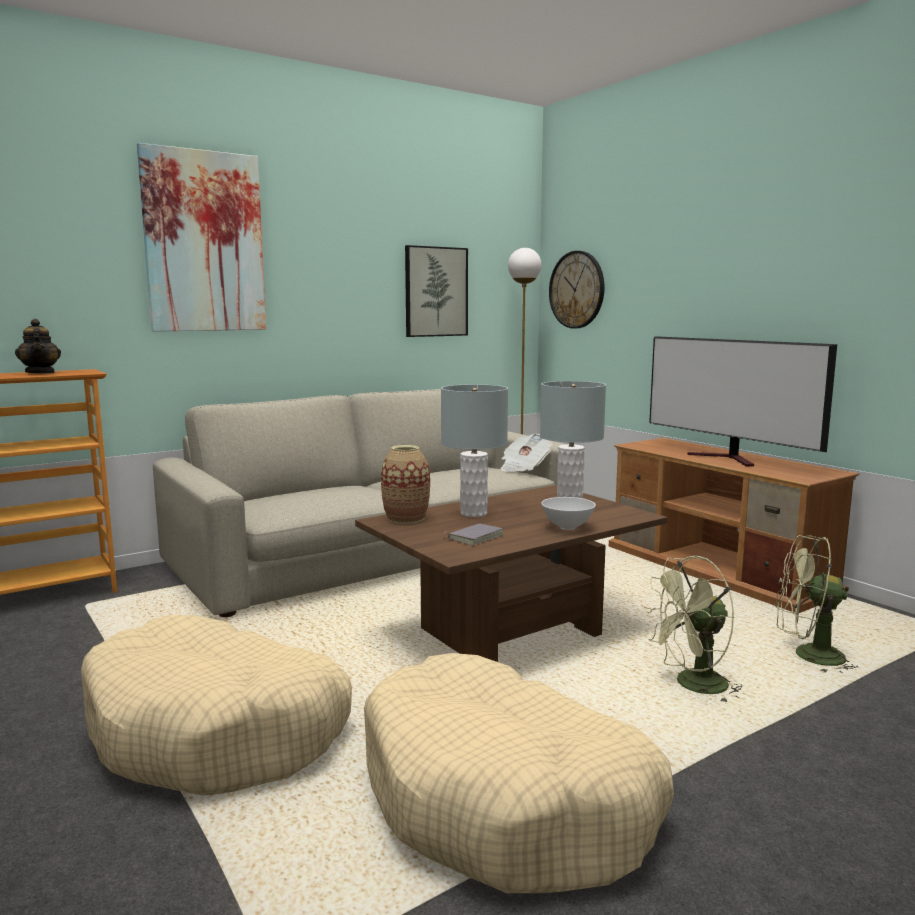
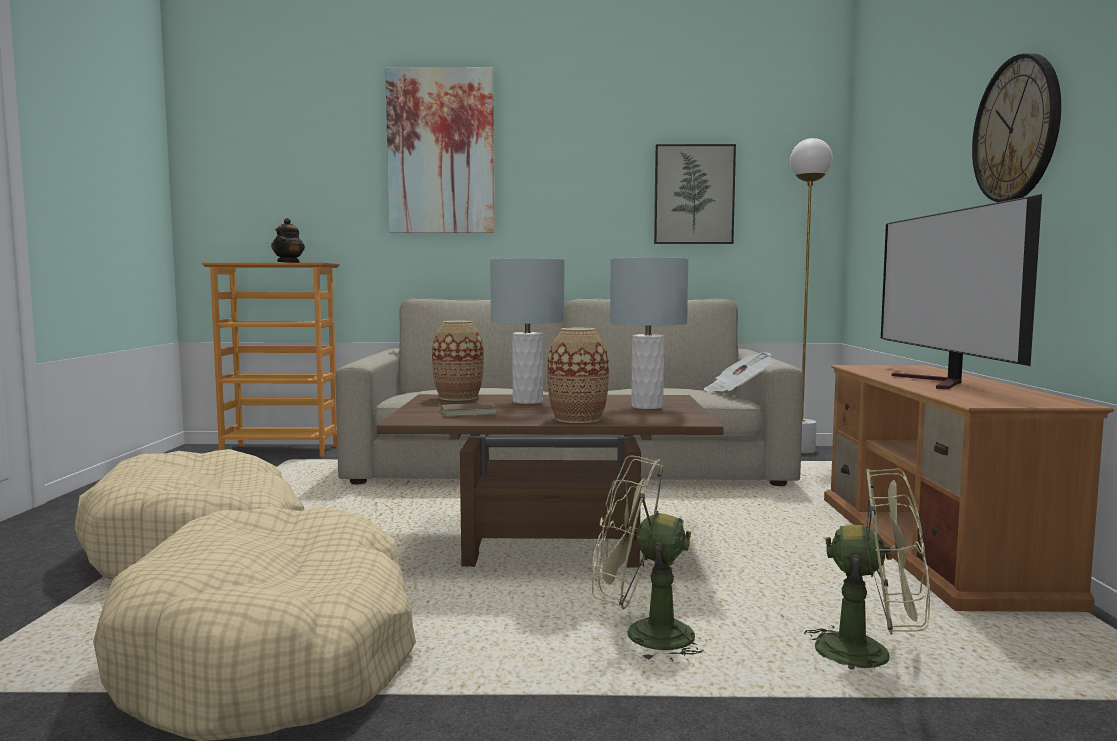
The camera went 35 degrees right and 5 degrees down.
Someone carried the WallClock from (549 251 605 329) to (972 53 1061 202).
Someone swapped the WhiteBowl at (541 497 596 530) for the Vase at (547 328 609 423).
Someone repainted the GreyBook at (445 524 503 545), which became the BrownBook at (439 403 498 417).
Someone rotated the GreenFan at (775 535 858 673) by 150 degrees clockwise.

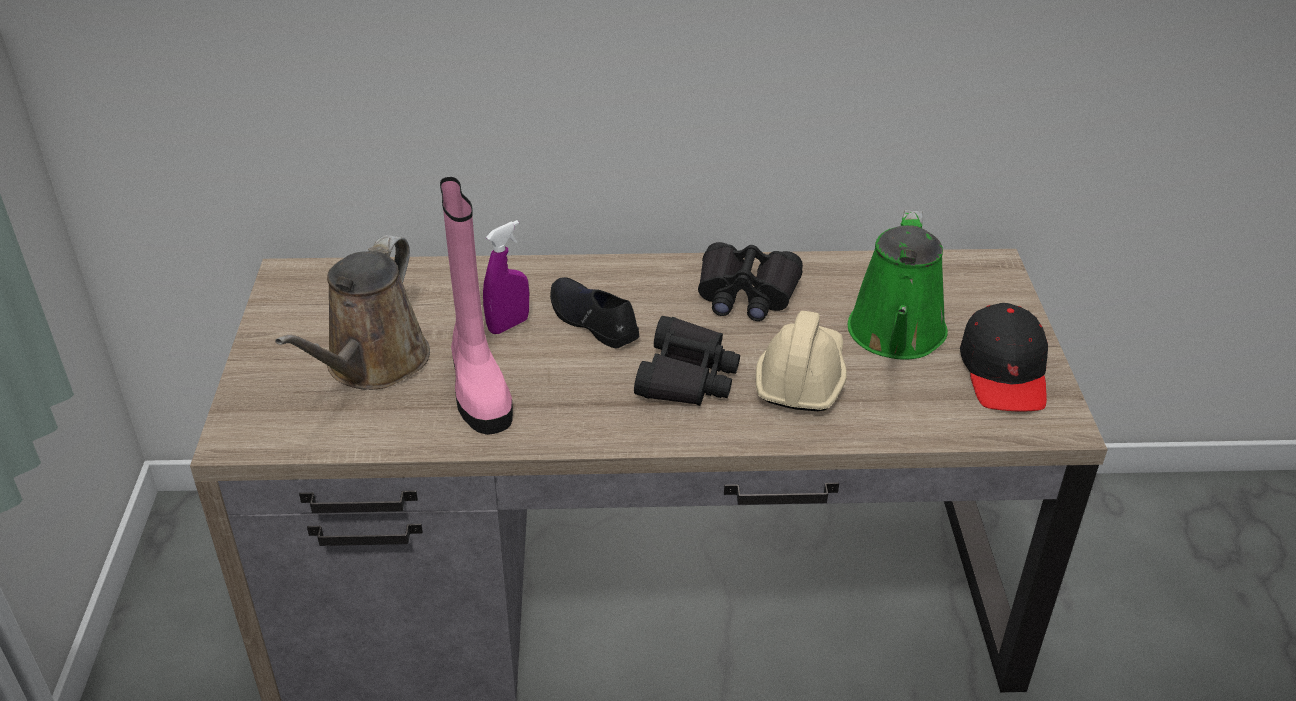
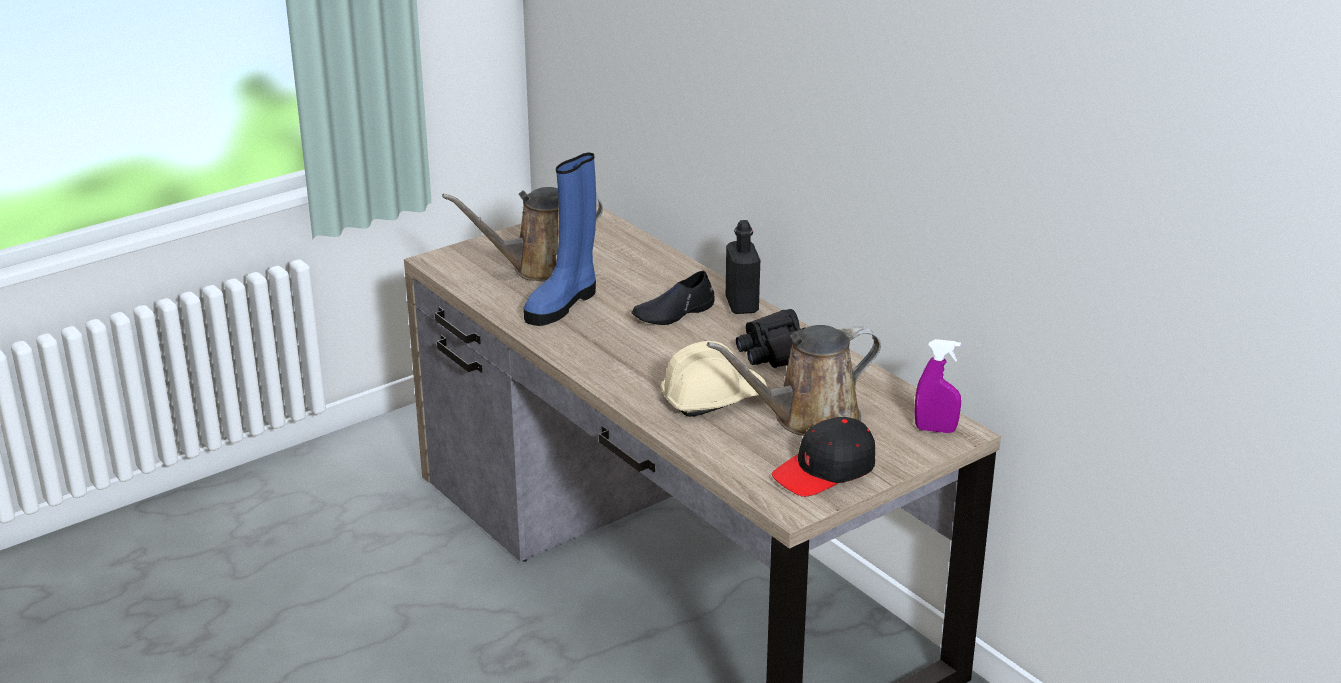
The camera went 55 degrees right and 10 degrees down.
Someone took away the BlackBinoculars at (634 316 740 406).
Someone put down the BlackBottle at (726 220 760 314).
Someone carried the PurpleSprayBottle from (483 220 529 334) to (914 339 961 433).
Someone repainted the PinkBoot at (440 177 513 435), which became the BlueBoot at (524 153 596 326).
Someone repainted the GreenWateringCan at (848 210 948 360), which became the BrownWateringCan at (707 325 881 435).
Someone rotated the BlackShoe at (550 277 639 348) by 135 degrees counterclockwise.

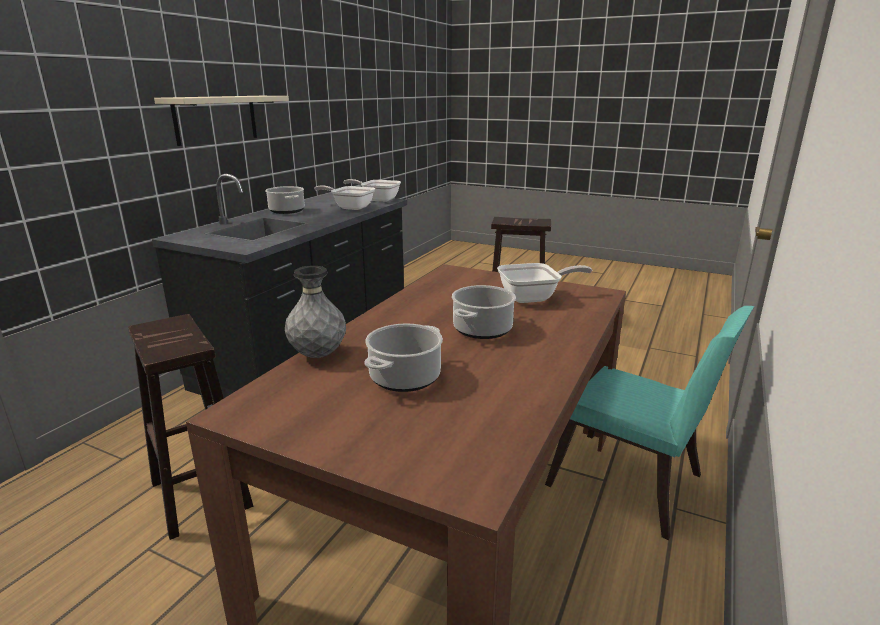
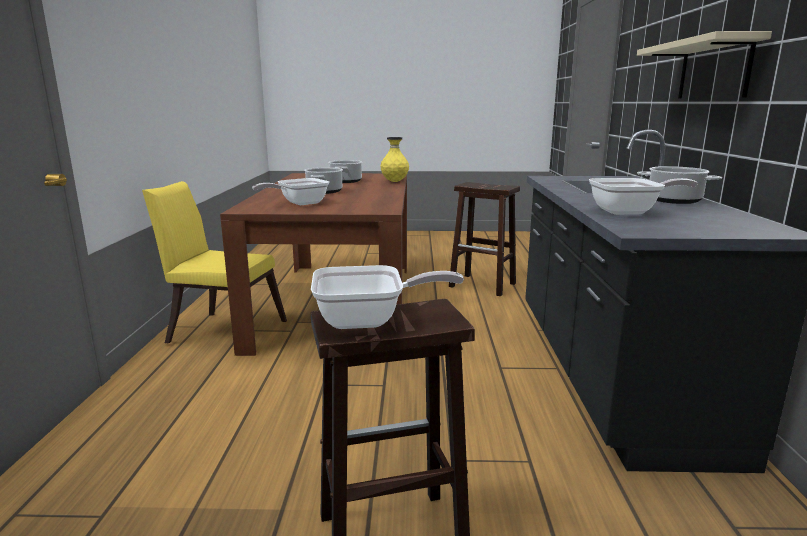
The camera went 155 degrees right and 5 degrees down.
Someone carried the FryingPan from (343 179 401 202) to (311 265 464 329).
Someone repainted the GreyVase at (285 266 346 358), which became the YellowVase at (381 137 409 182).
Someone repainted the TurquoiseChair at (545 306 754 540), which became the YellowChair at (142 181 287 344).

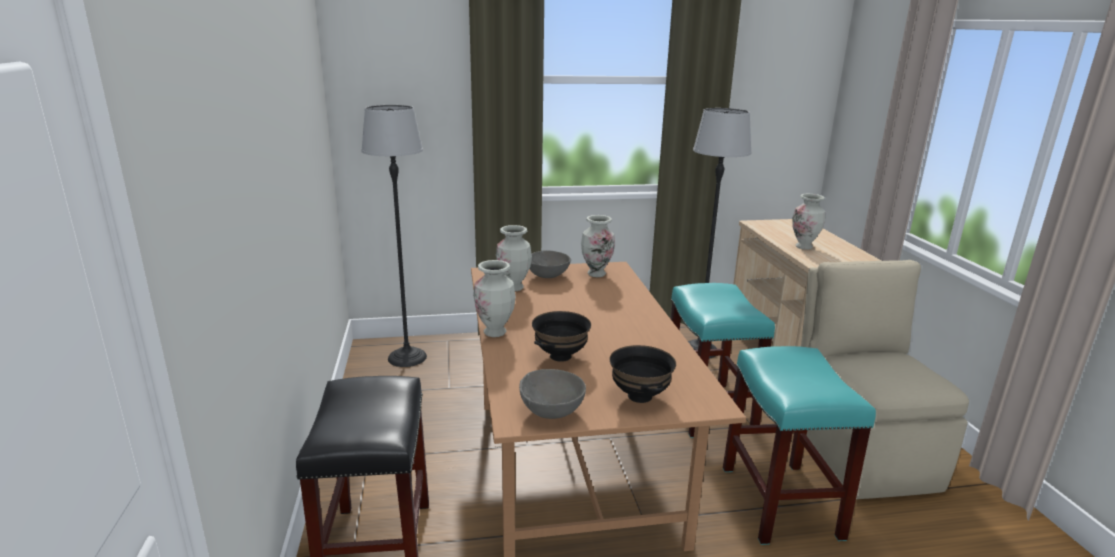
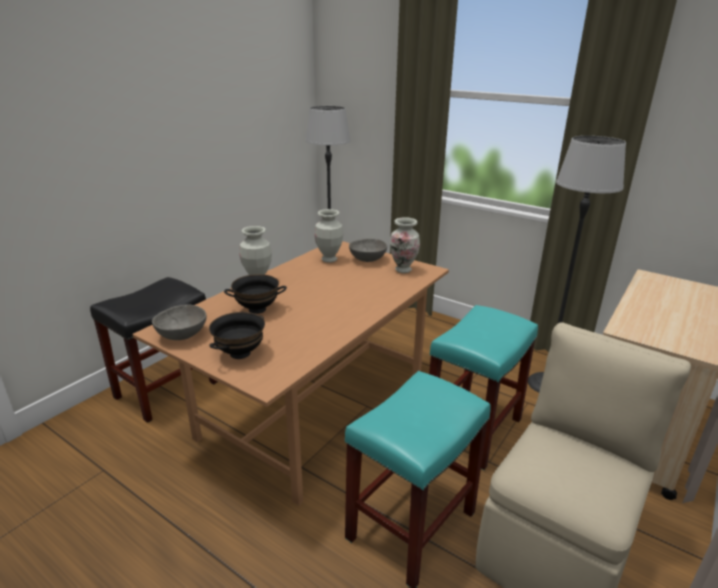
The camera went 45 degrees right and 5 degrees up.
Someone took away the Vase at (792 194 825 250).

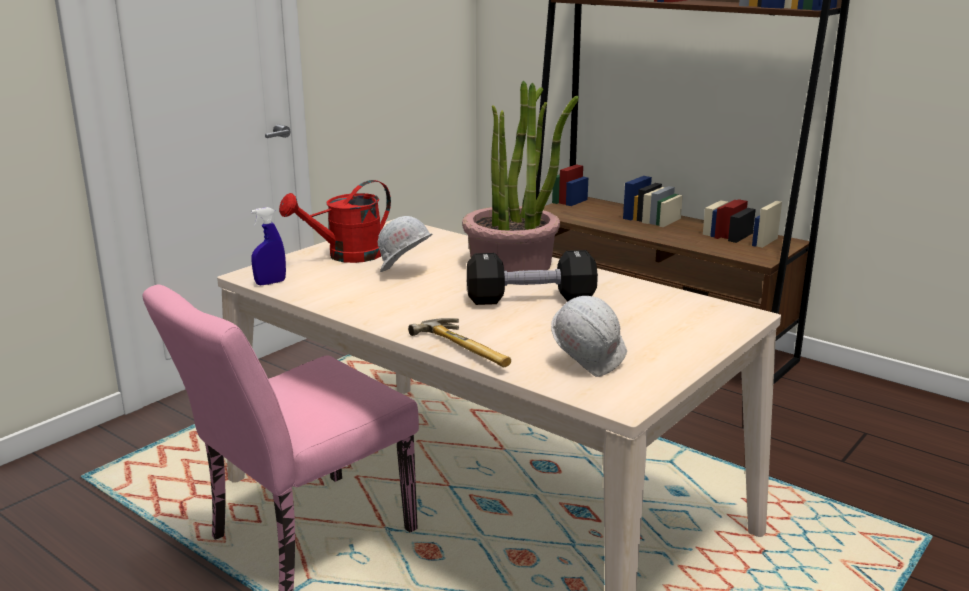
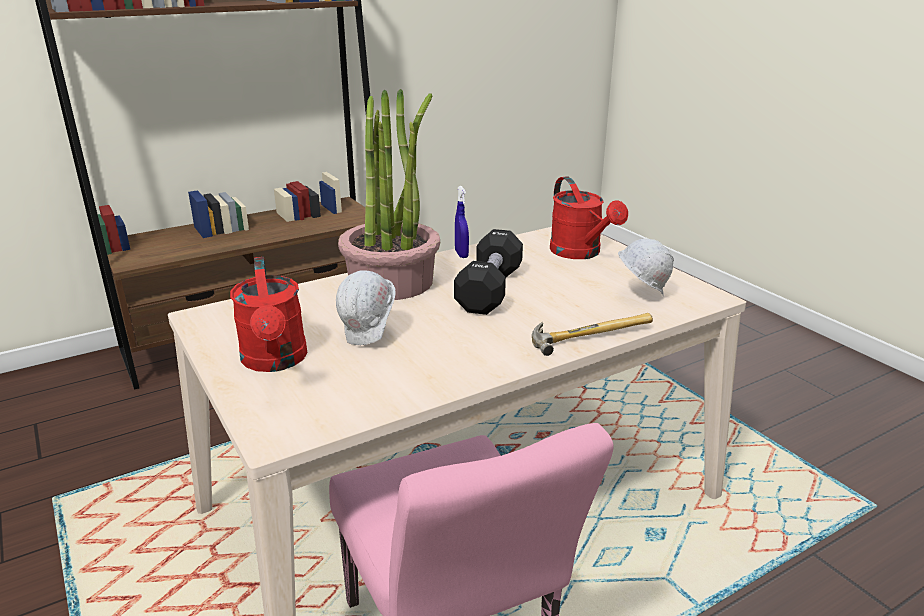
The camera went 70 degrees left and 5 degrees up.
Someone put down the RedWateringCan at (550 176 628 259).
Someone carried the BlueSprayBottle from (251 207 286 285) to (455 186 469 258).

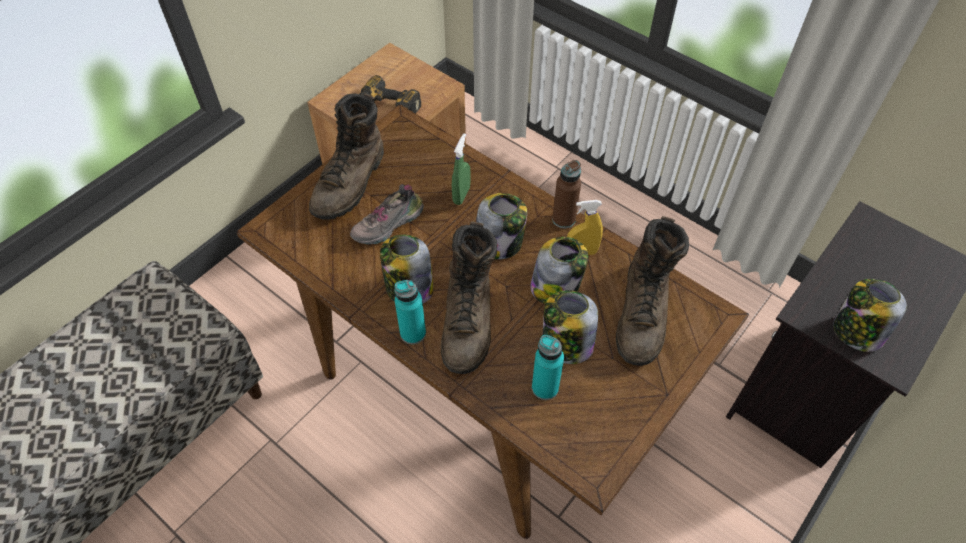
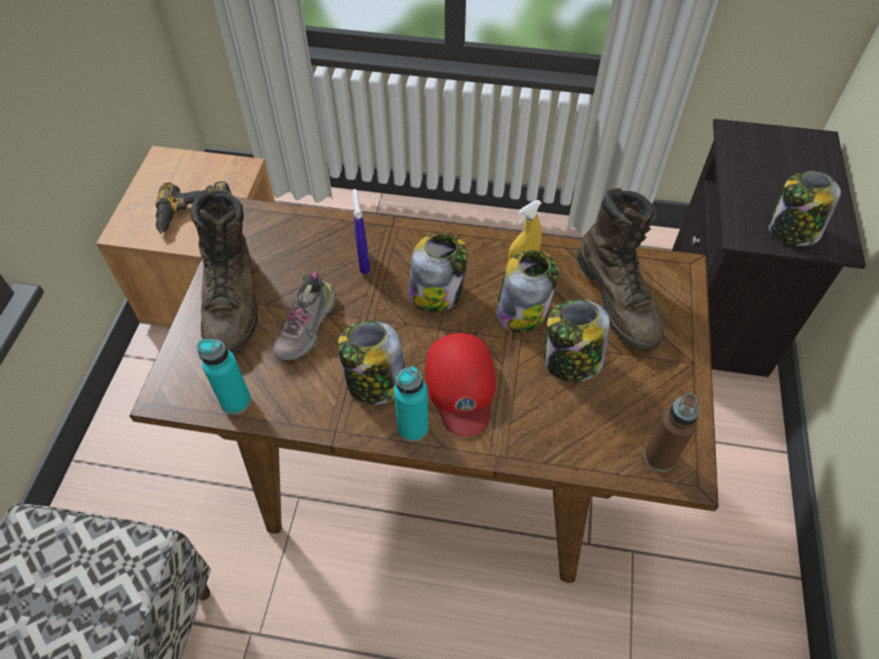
The camera went 30 degrees left and 0 degrees up.
Someone carried the TurquoiseBottle from (532 335 564 400) to (197 339 251 414).
Someone carried the BrownBottle from (552 160 581 229) to (644 392 700 472).
Someone swapped the BrownBoot at (441 221 497 374) for the RedCap at (425 333 496 437).
Someone repainted the GreenSprayBottle at (452 133 471 205), which became the BlueSprayBottle at (353 189 371 274).

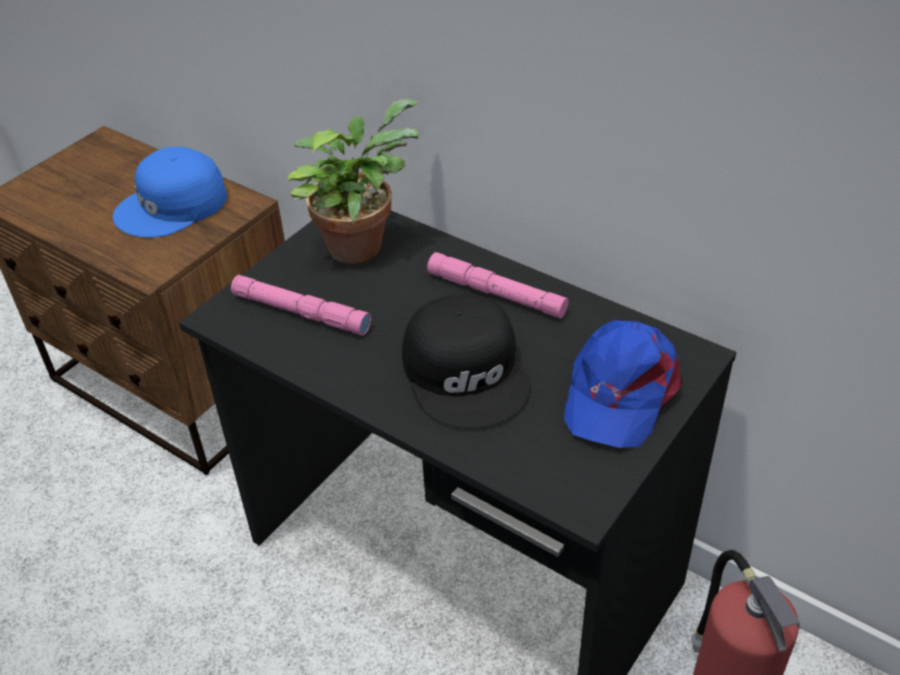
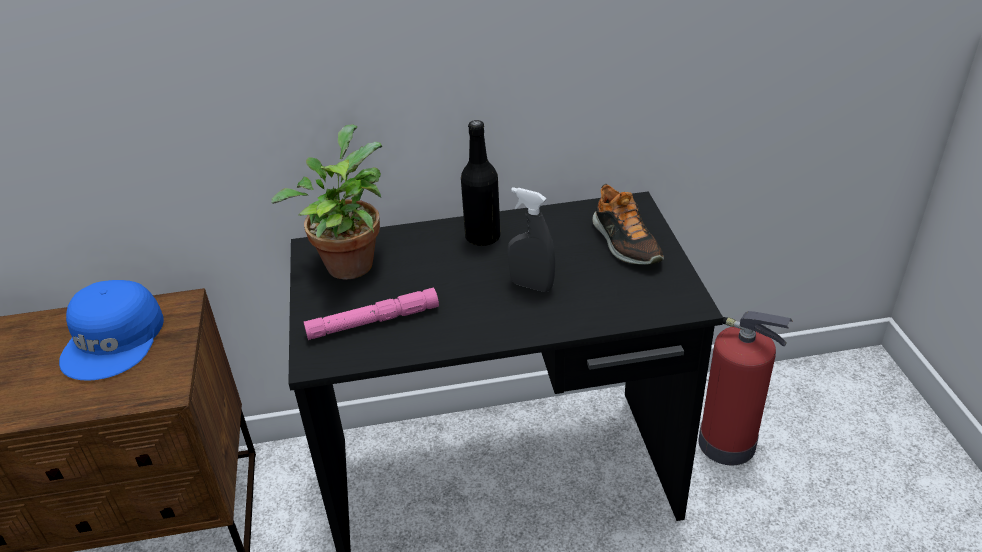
The camera went 45 degrees left and 5 degrees down.
Someone swapped the BlackCap at (402 294 531 429) for the GreySprayBottle at (508 187 555 292).
Someone swapped the PinkFlashlight at (427 252 568 318) for the BlackBottle at (461 120 501 246).
Someone swapped the BlueCap at (564 320 681 448) for the Shoe at (592 184 664 265).

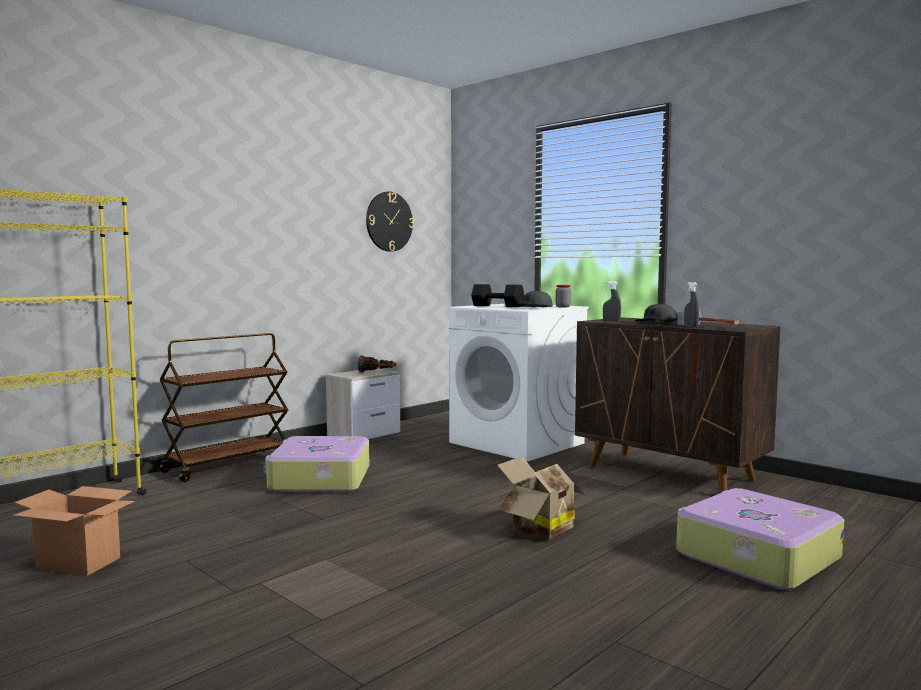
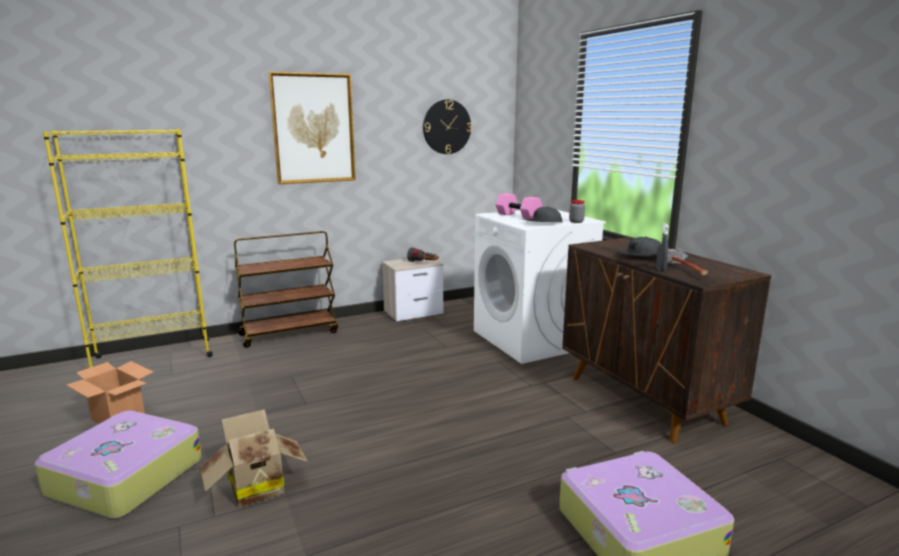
The camera went 20 degrees right and 10 degrees up.
Someone took away the GreySprayBottle at (603 281 621 322).
Someone put up the Picture at (268 72 356 184).
Someone carried the Suitcase from (264 436 369 492) to (35 410 202 519).
Someone carried the CardboardBox from (497 456 586 540) to (200 409 308 508).
Someone repainted the BlackDumbbell at (471 284 524 307), which became the PinkDumbbell at (496 193 543 220).

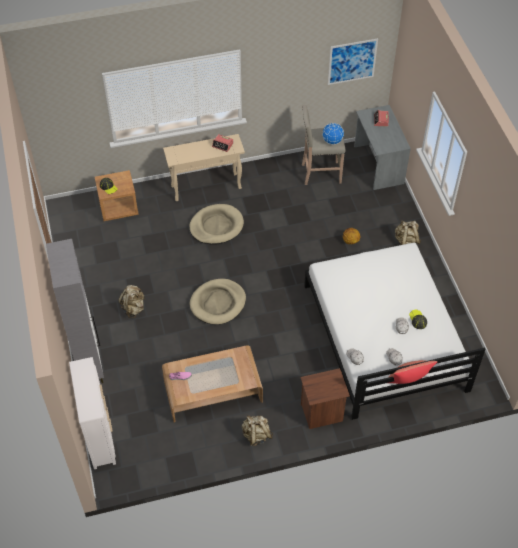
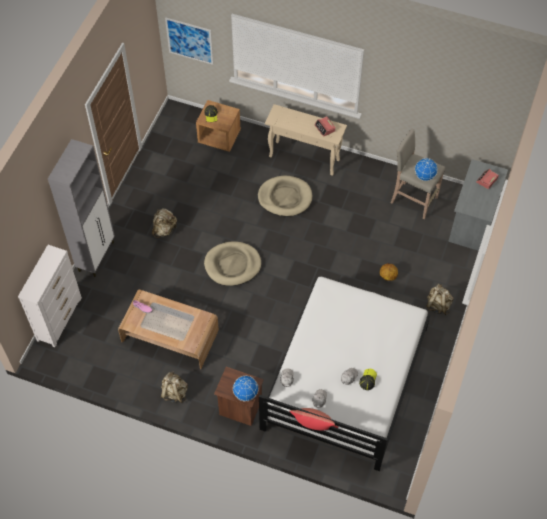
The camera went 35 degrees right and 5 degrees up.
Someone put down the Globe at (233 376 259 402).
Someone carried the Picture from (328 38 378 85) to (165 17 214 65).

